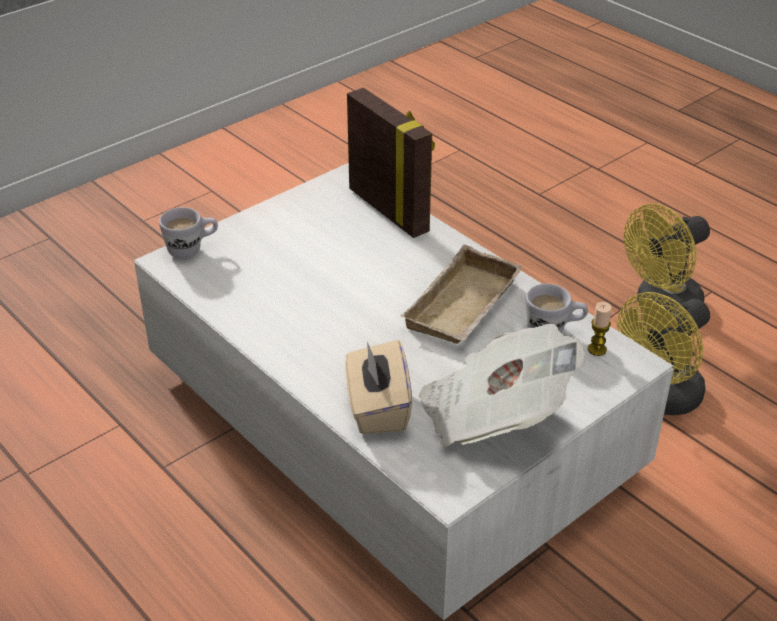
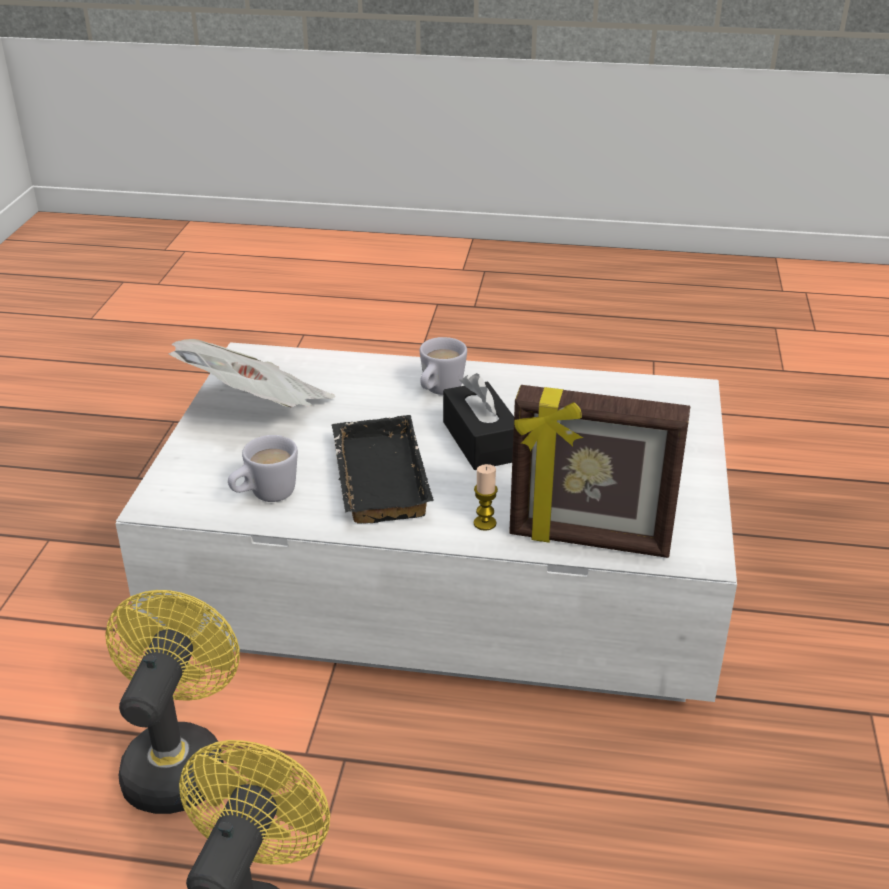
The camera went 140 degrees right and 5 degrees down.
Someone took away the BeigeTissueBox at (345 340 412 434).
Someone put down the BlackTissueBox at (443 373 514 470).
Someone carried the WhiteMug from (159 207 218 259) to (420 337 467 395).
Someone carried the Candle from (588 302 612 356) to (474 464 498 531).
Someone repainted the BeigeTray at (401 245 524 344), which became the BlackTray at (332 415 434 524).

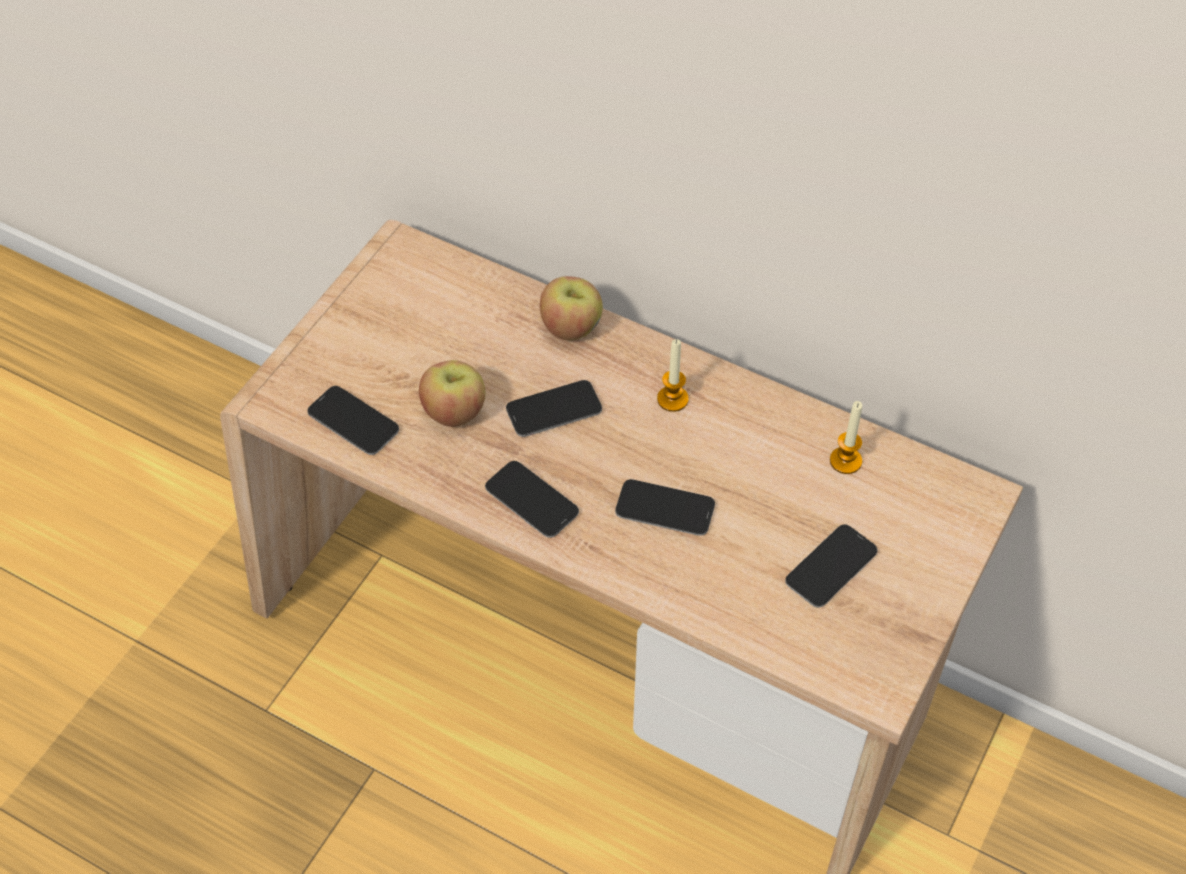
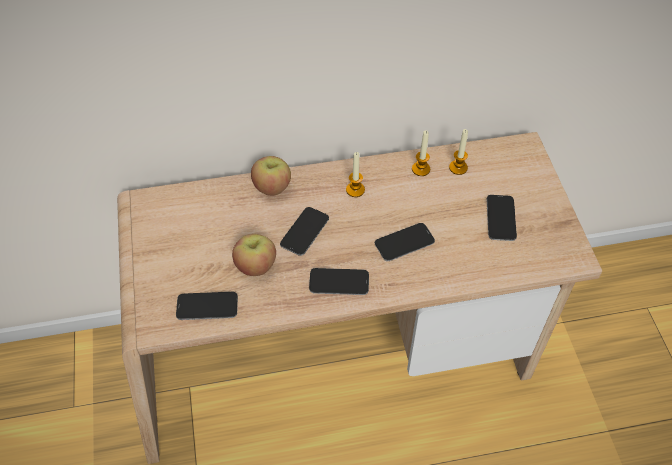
The camera went 40 degrees left and 0 degrees up.
Someone put down the Candle at (412 131 430 176).

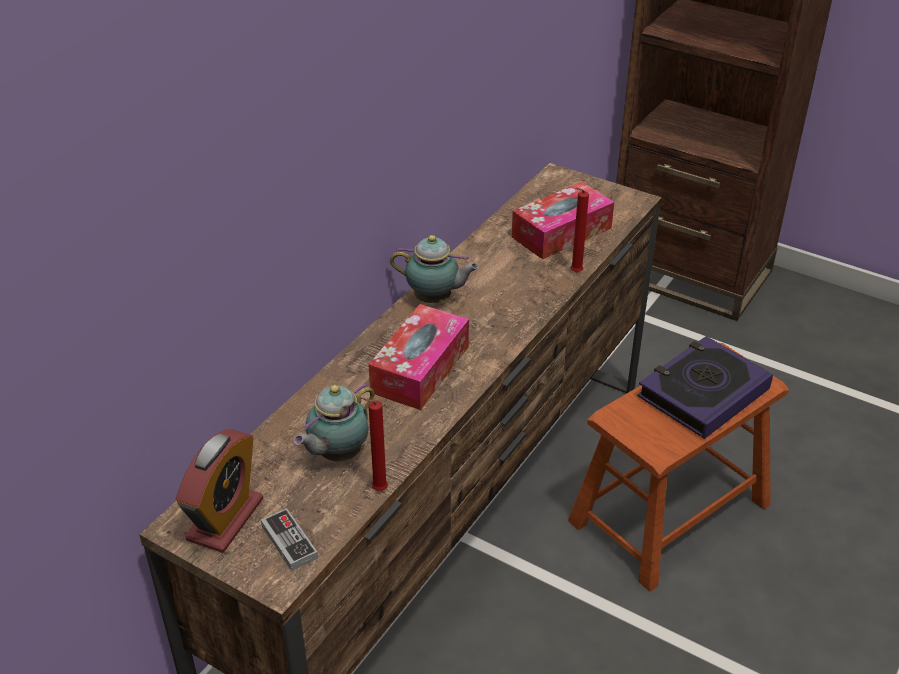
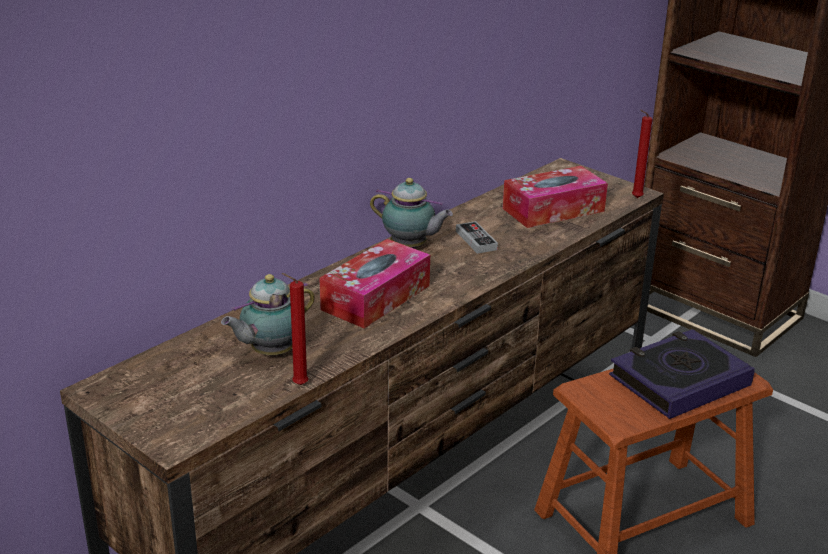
The camera went 10 degrees right and 10 degrees down.
Someone took away the AlarmClock at (176 429 263 553).
Someone carried the GameController from (261 508 318 571) to (456 221 498 254).
Someone carried the RedCandle from (571 187 589 273) to (632 110 652 198).

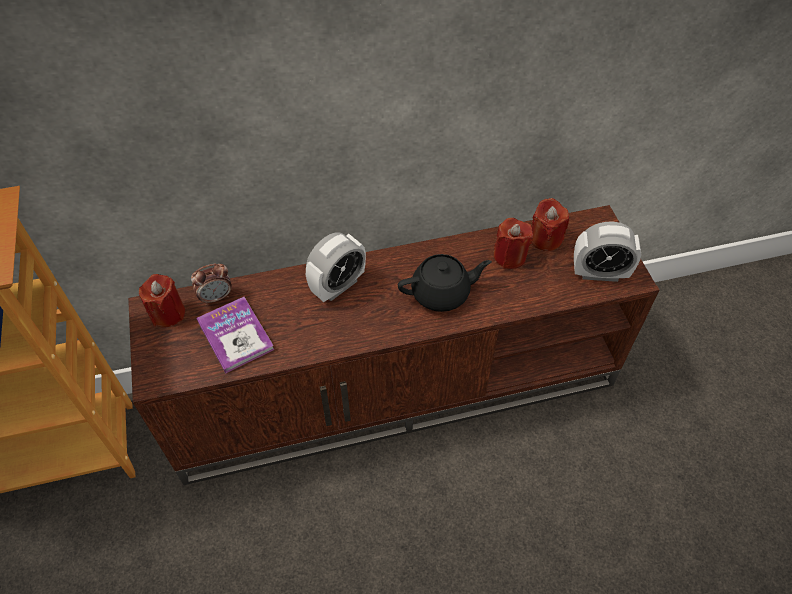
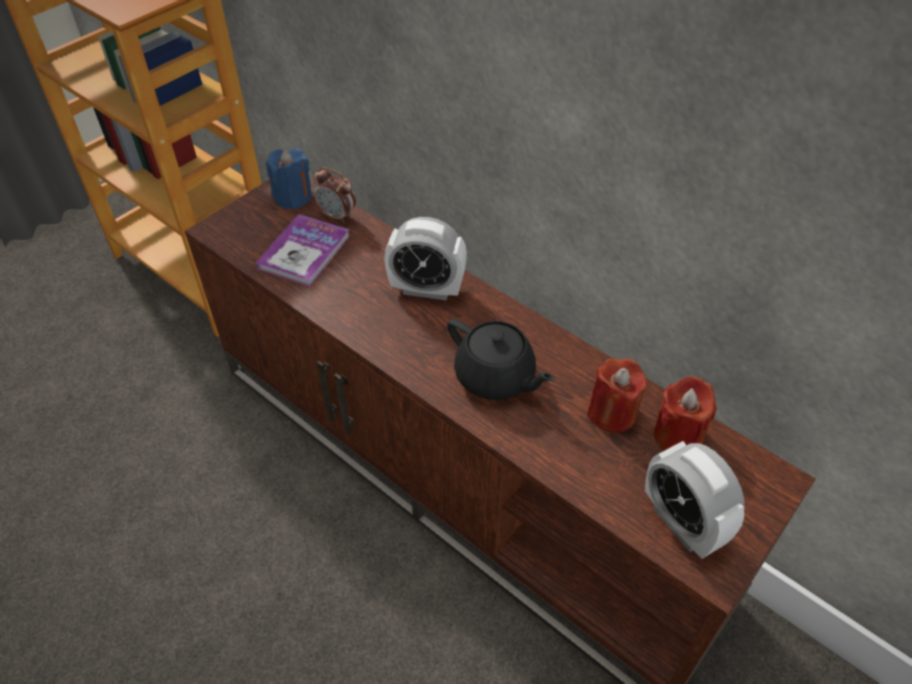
The camera went 55 degrees right and 5 degrees down.
Someone repainted the RedCandle at (139 274 185 327), which became the BlueCandle at (266 149 312 210).

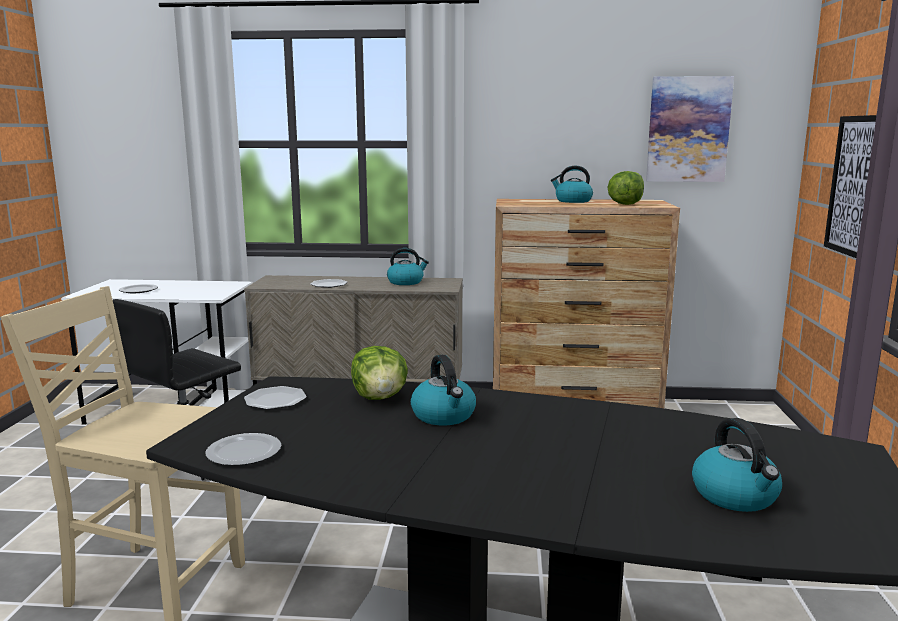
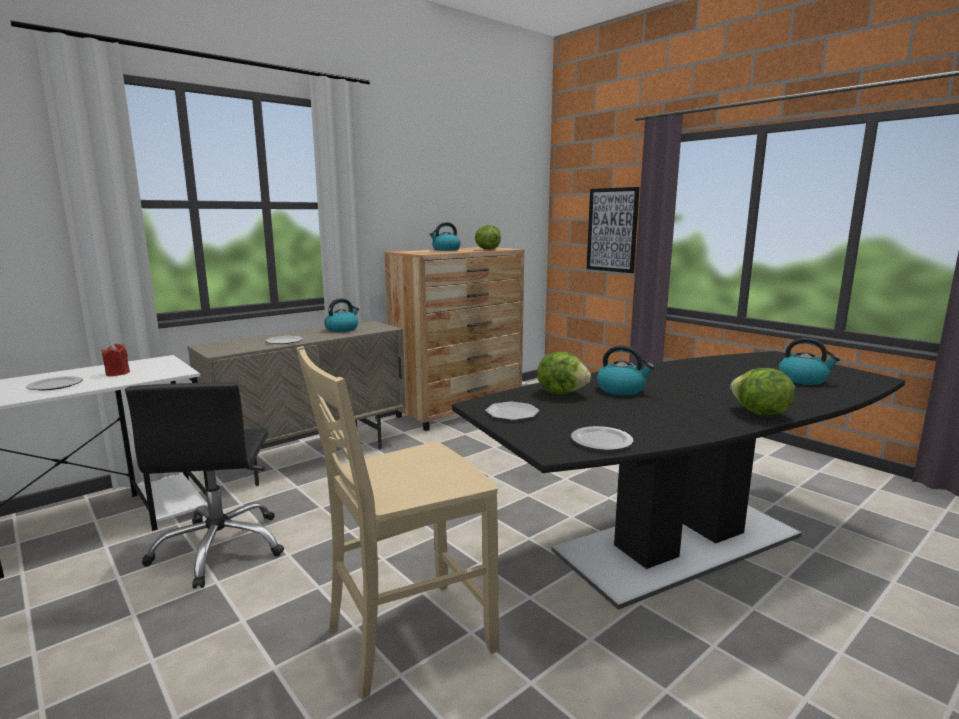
The camera went 45 degrees left and 0 degrees up.
Someone took away the Picture at (646 76 734 182).
Someone put down the RedCandle at (101 344 130 376).
Someone put down the Lettuce at (730 368 795 415).

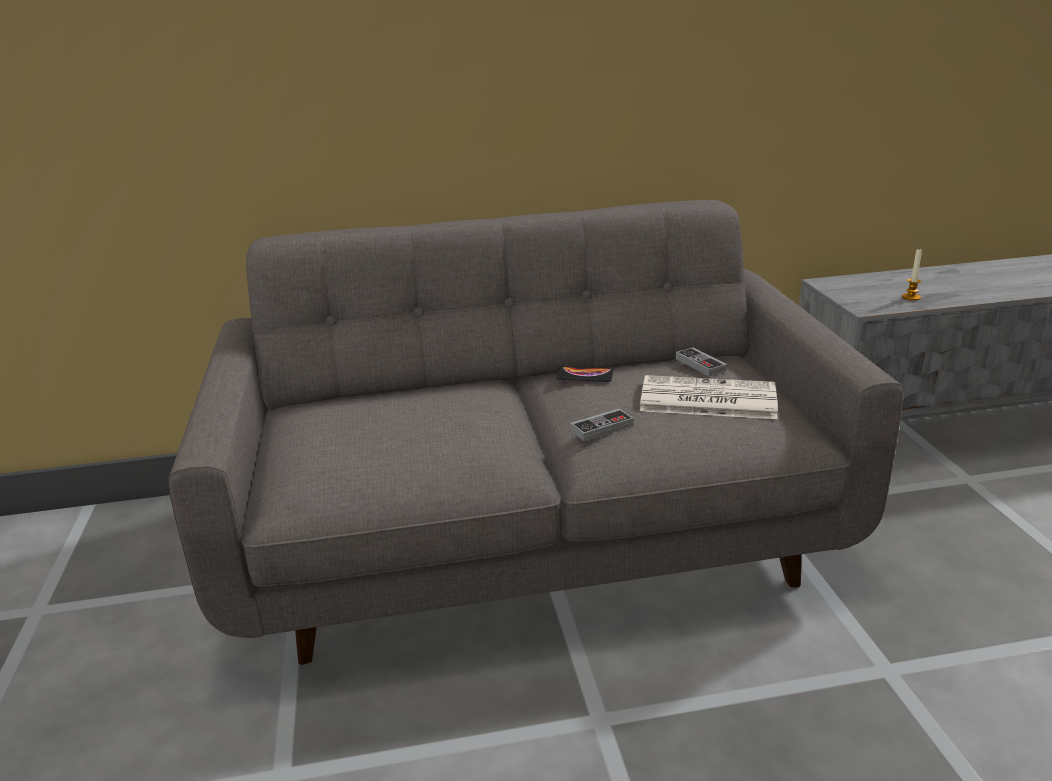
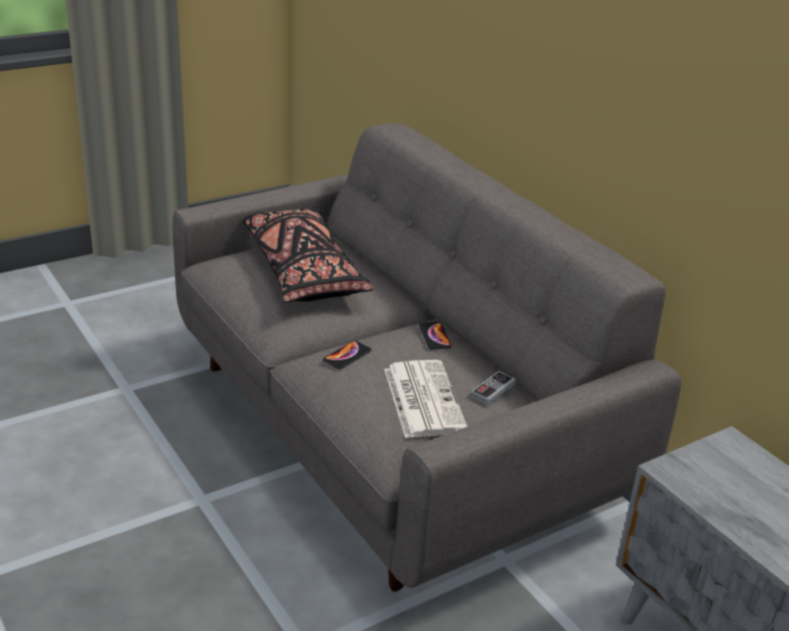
The camera went 65 degrees right and 5 degrees up.
Someone took away the Candle at (902 248 922 300).
Someone put down the BlackPillow at (243 208 373 302).
Someone swapped the GameController at (570 408 634 441) for the Phone at (323 341 372 369).

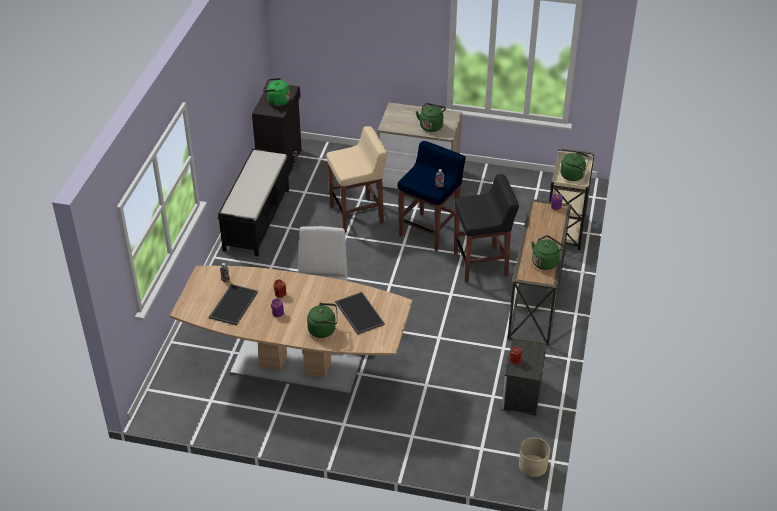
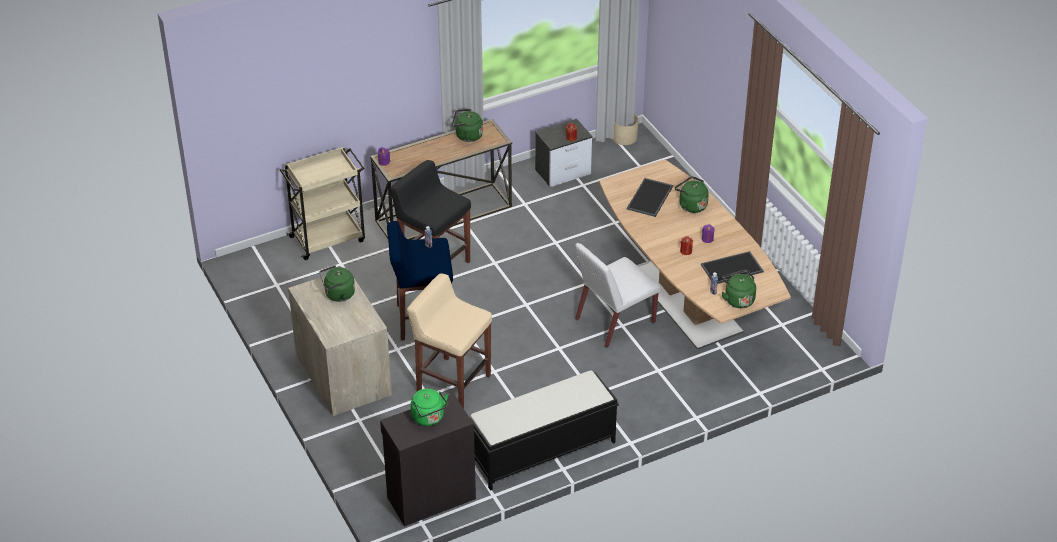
The camera went 130 degrees left and 0 degrees up.
Someone carried the GreenKettle from (560 151 590 181) to (722 270 756 308).

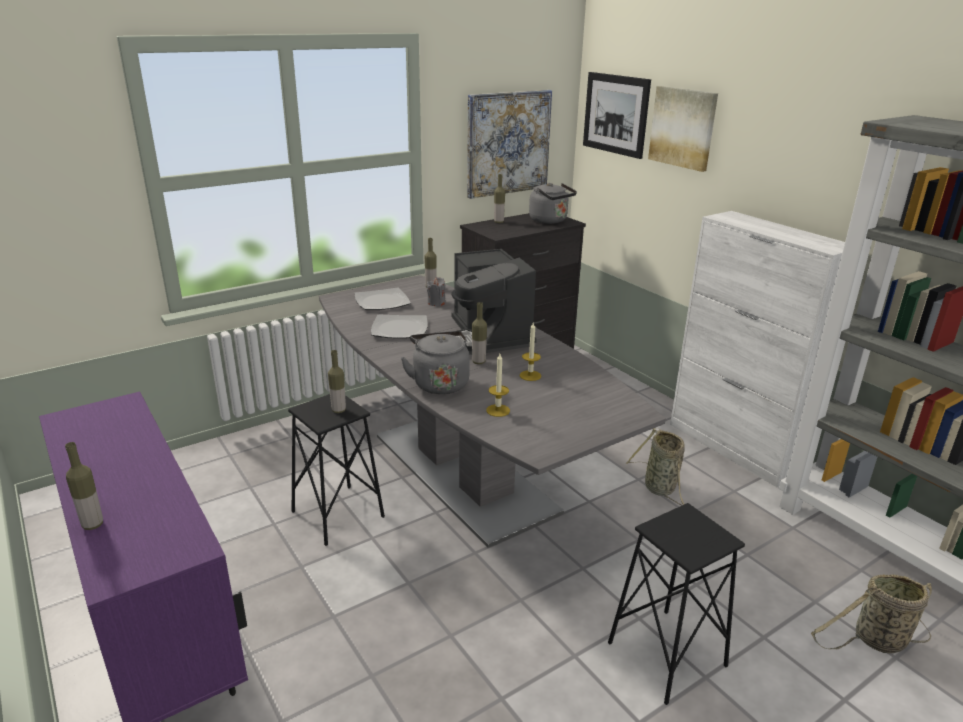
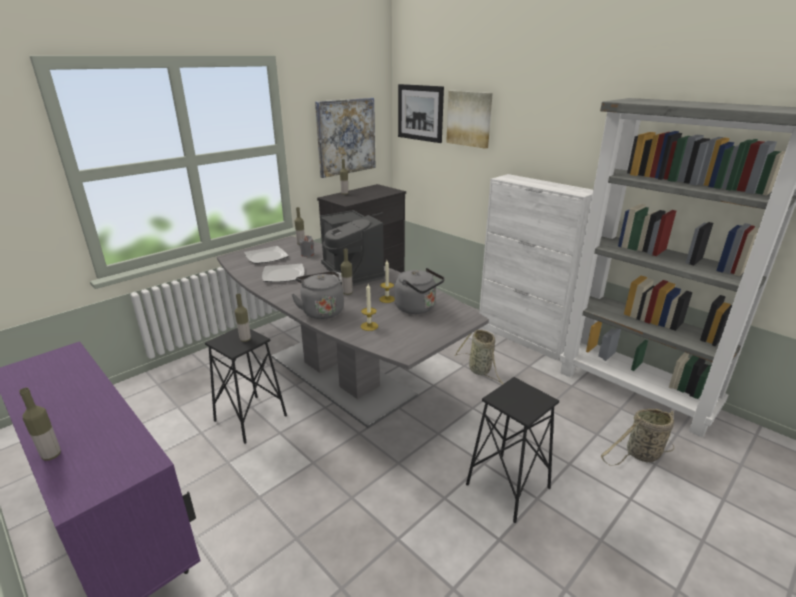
The camera went 10 degrees left and 0 degrees up.
Someone carried the GreyKettle from (529 183 577 224) to (395 268 445 314).

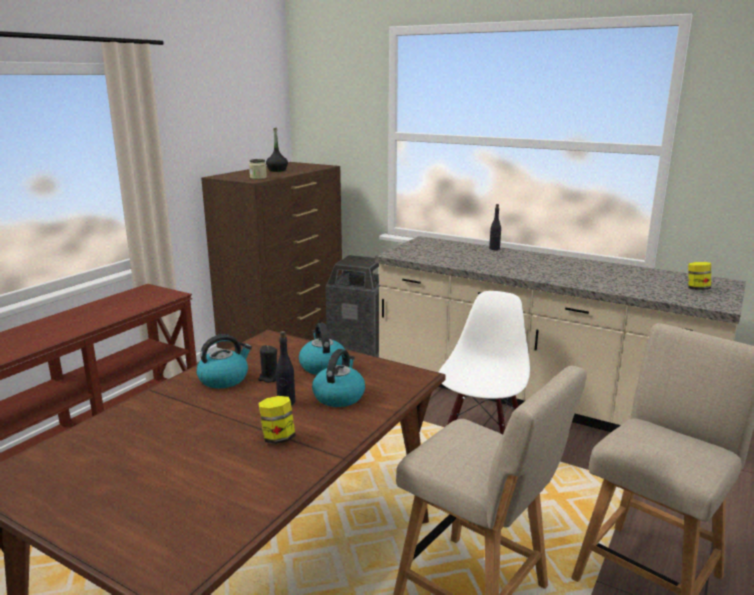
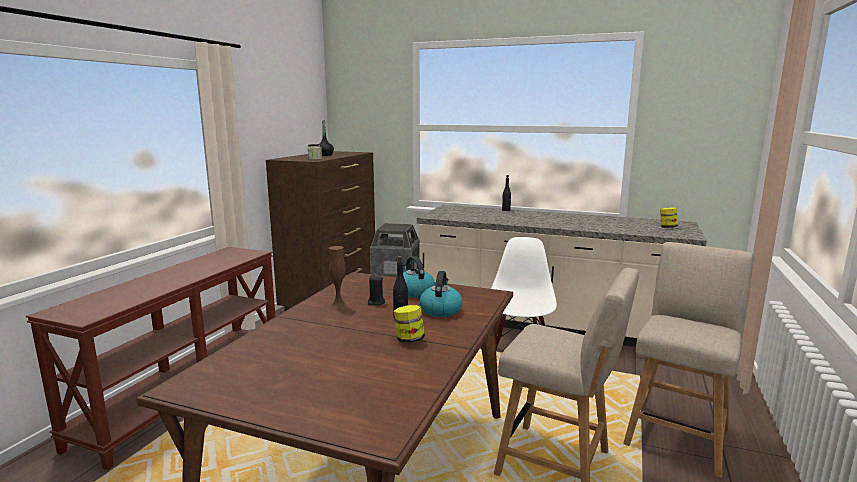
The camera went 10 degrees left and 5 degrees down.
Someone swapped the Kettle at (196 334 252 388) for the BrownVase at (329 246 347 309).

